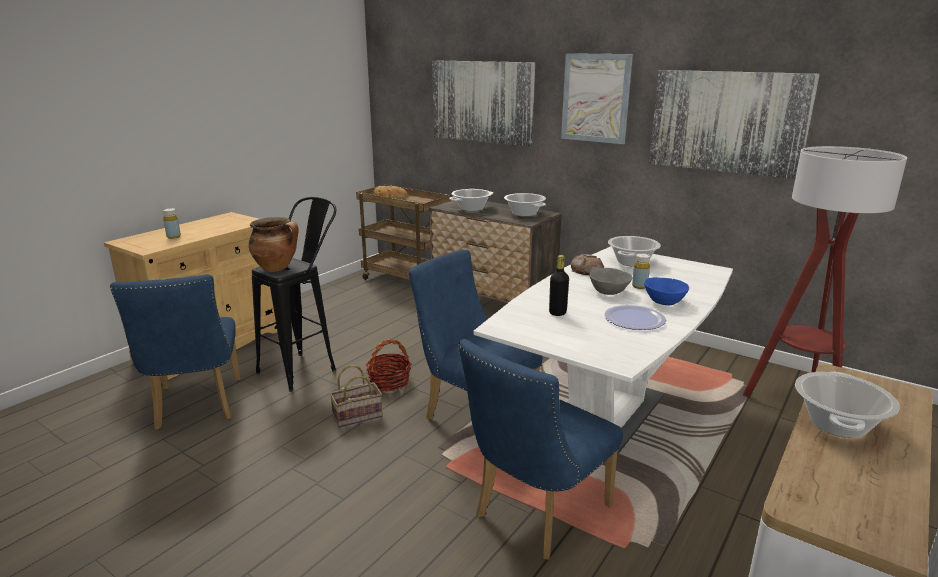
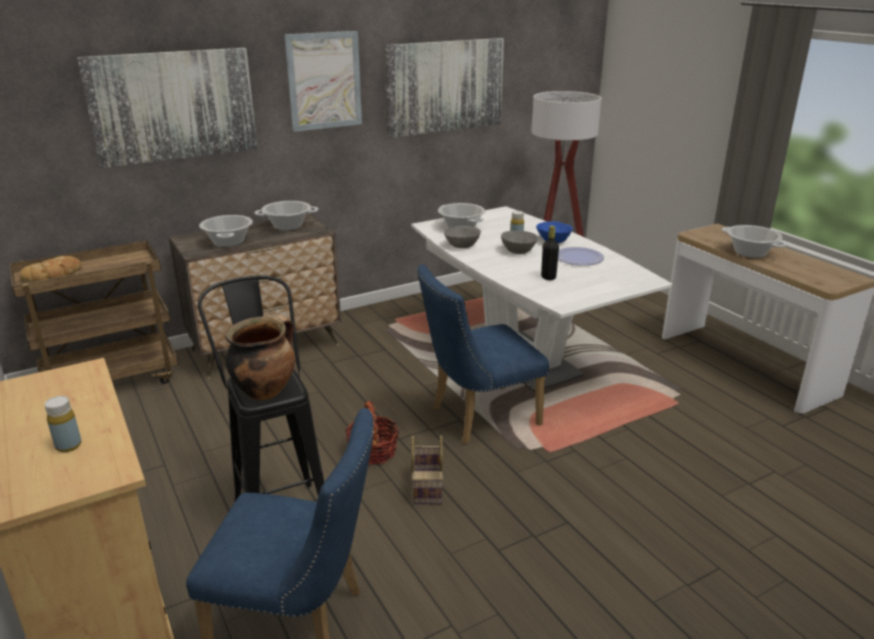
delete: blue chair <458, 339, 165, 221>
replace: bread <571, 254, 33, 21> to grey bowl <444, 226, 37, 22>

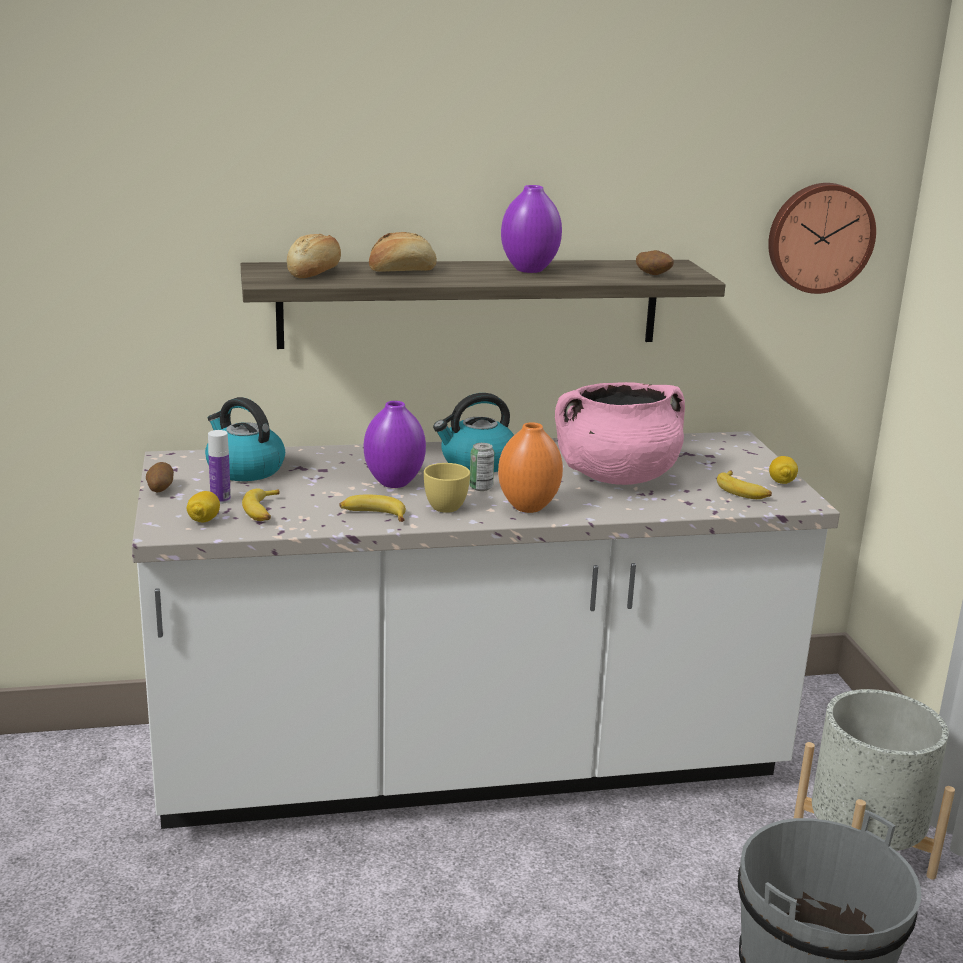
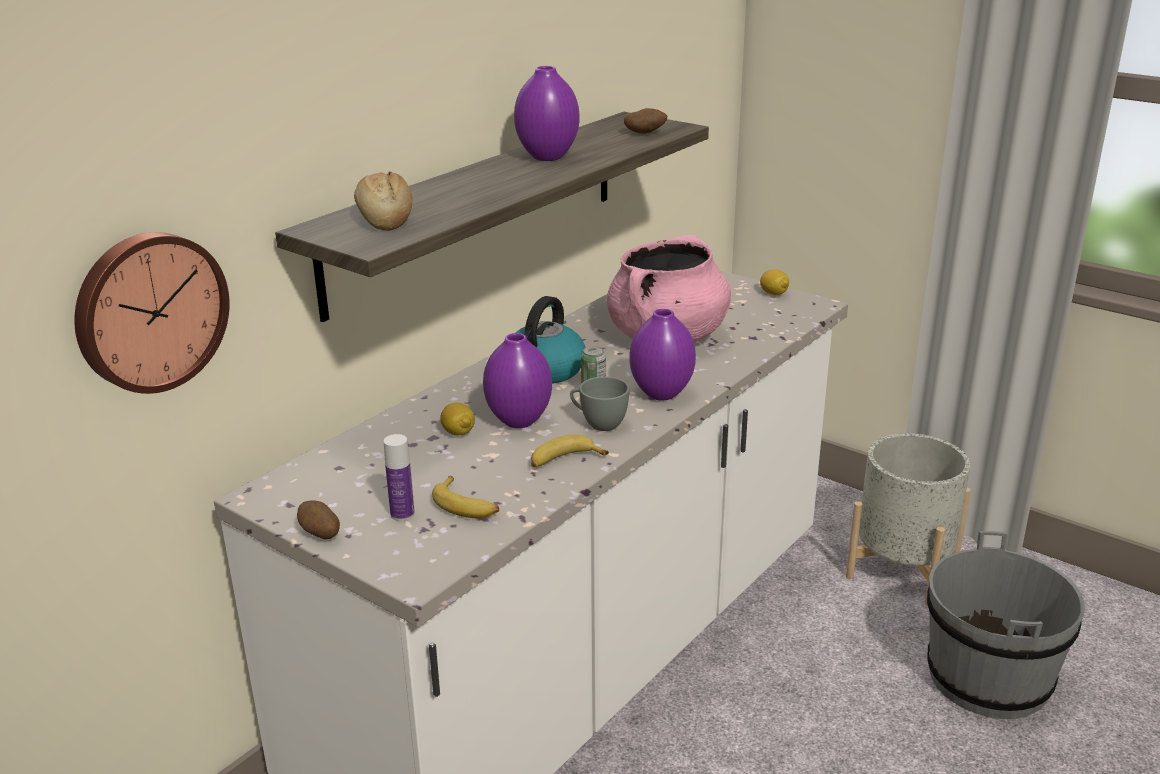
delete: kettle <205, 397, 80, 84>; bread <369, 232, 68, 40>; banana <717, 471, 55, 28>
move: wall clock <768, 183, 108, 111> to <74, 232, 156, 162>; lemon <187, 491, 33, 31> to <440, 403, 35, 32>
recolor: yellow cup <424, 463, 46, 50> to grey cup <570, 376, 59, 55>; orange vase <498, 422, 65, 91> to purple vase <629, 309, 67, 91>

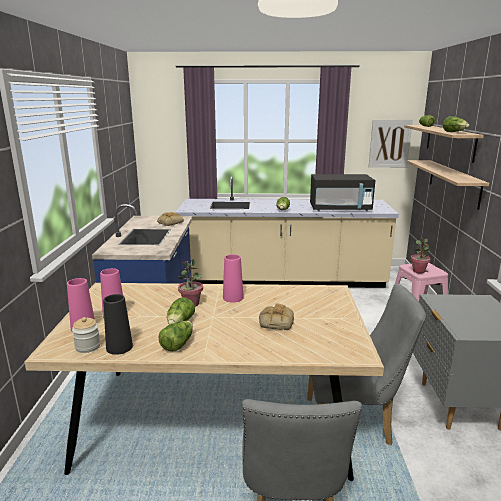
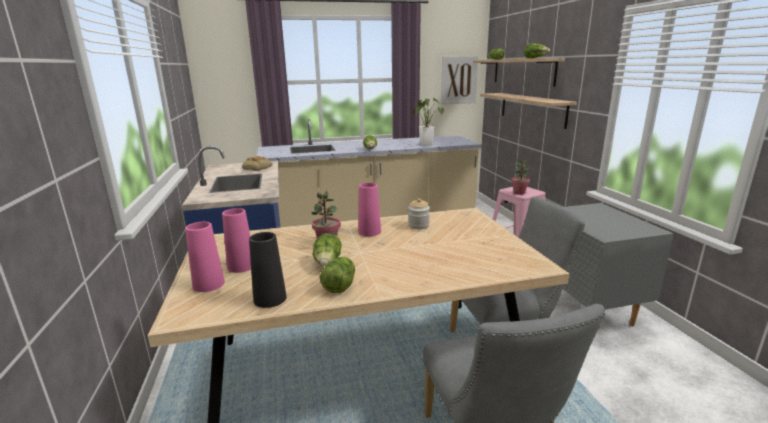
delete: bread <259, 304, 35, 26>
move: jar <72, 317, 28, 36> to <408, 198, 22, 31>
replace: black microwave <310, 174, 65, 37> to potted plant <412, 98, 32, 48>

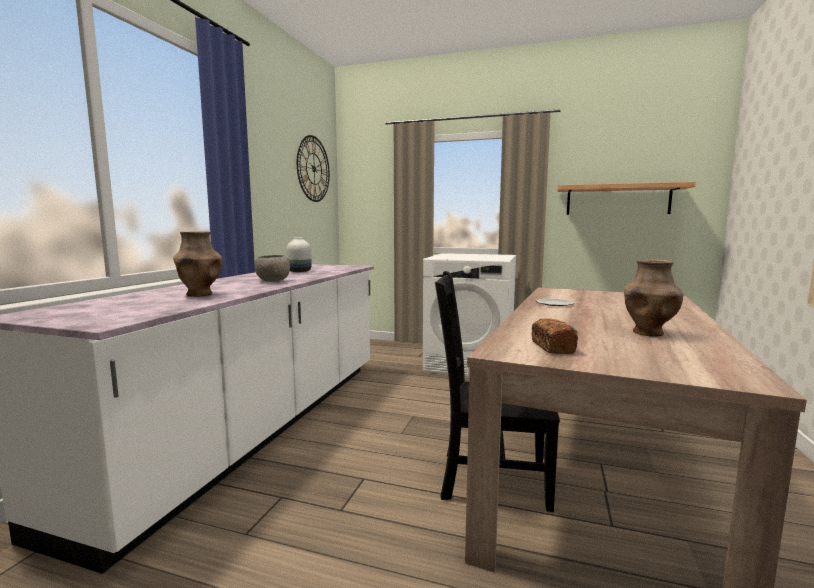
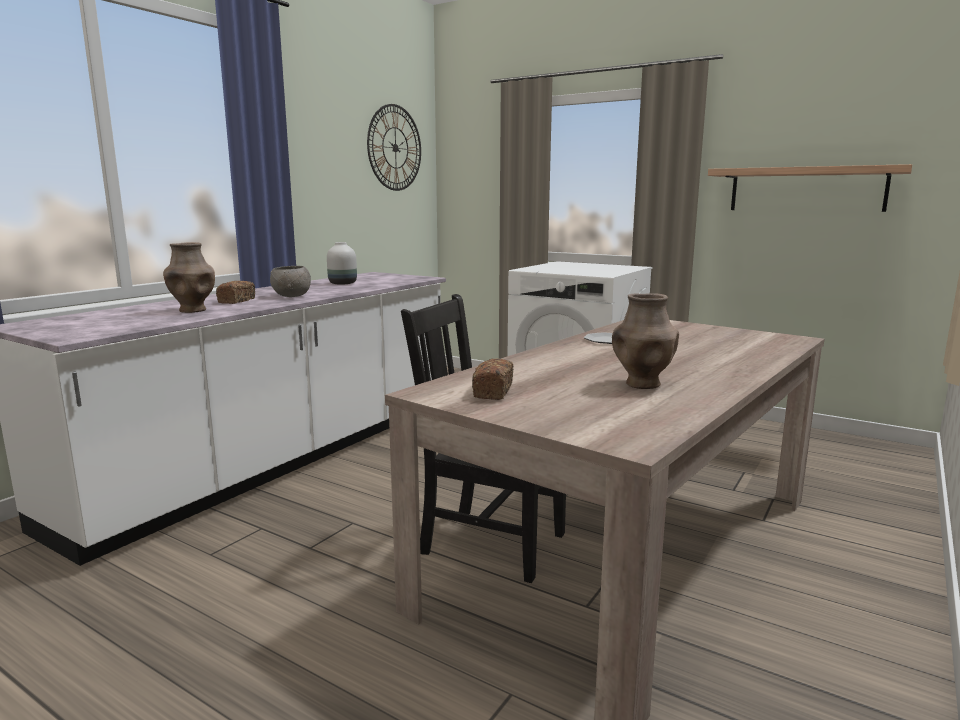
insert: bread <216, 281, 39, 23>

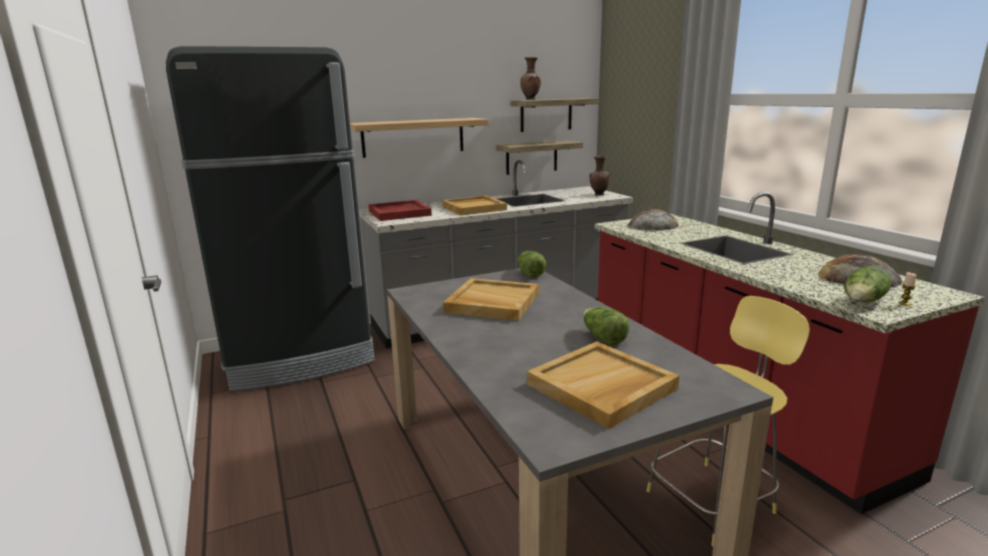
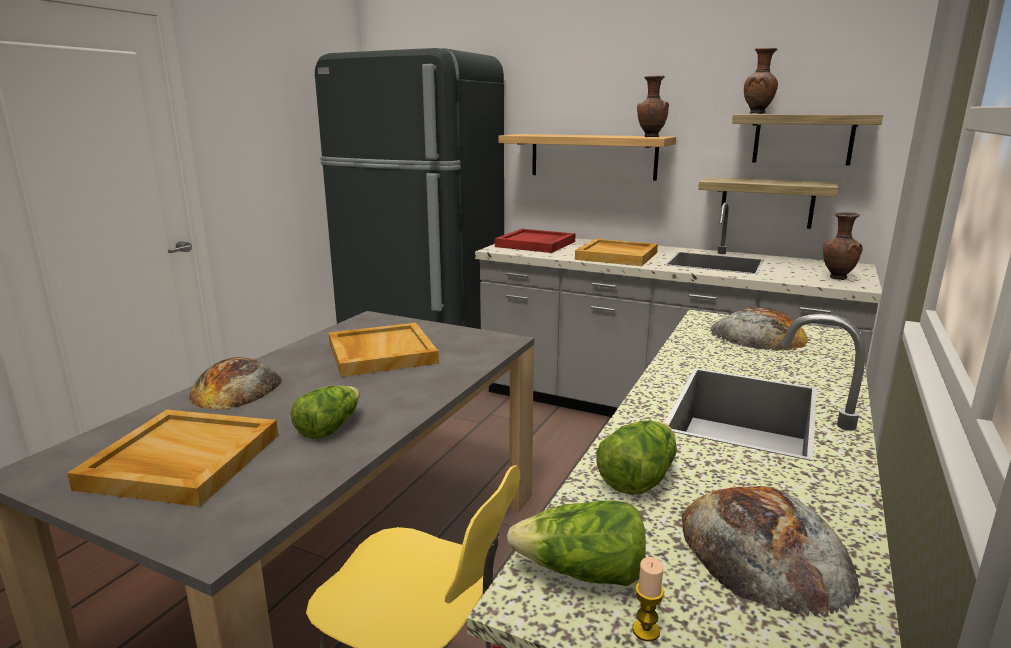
insert: bread <189, 357, 93, 53>; brown vase <637, 76, 32, 61>
move: lettuce <518, 251, 28, 27> to <597, 420, 80, 75>

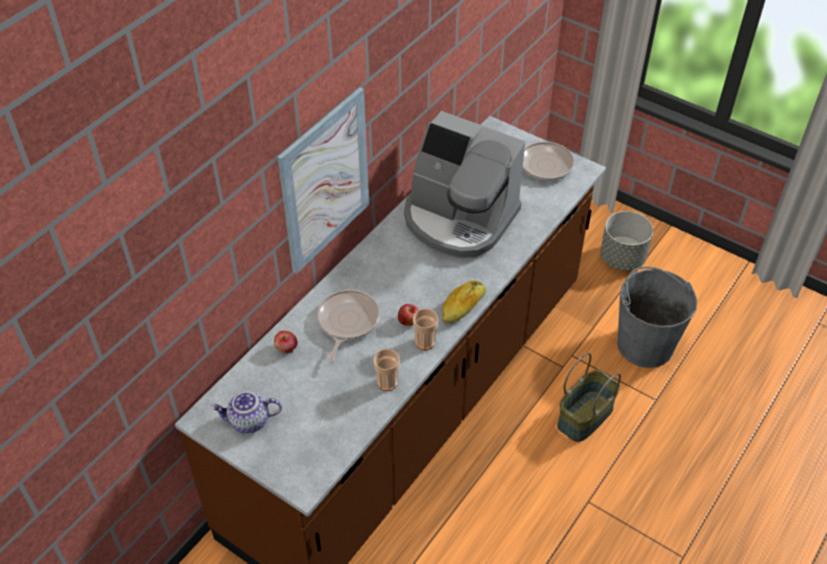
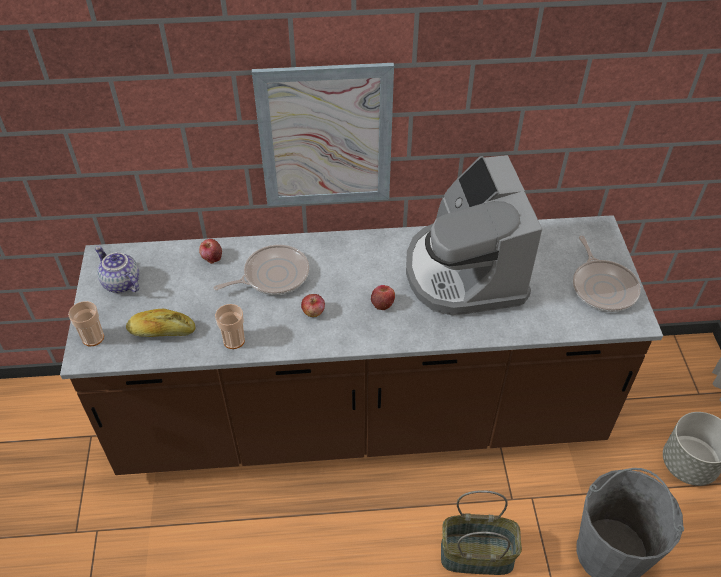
insert: apple <371, 285, 24, 25>
move: cup <413, 309, 25, 41> to <68, 301, 36, 45>; bread <442, 281, 44, 42> to <126, 309, 69, 28>

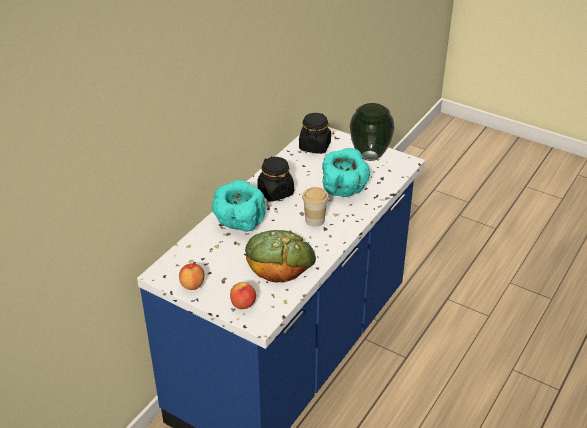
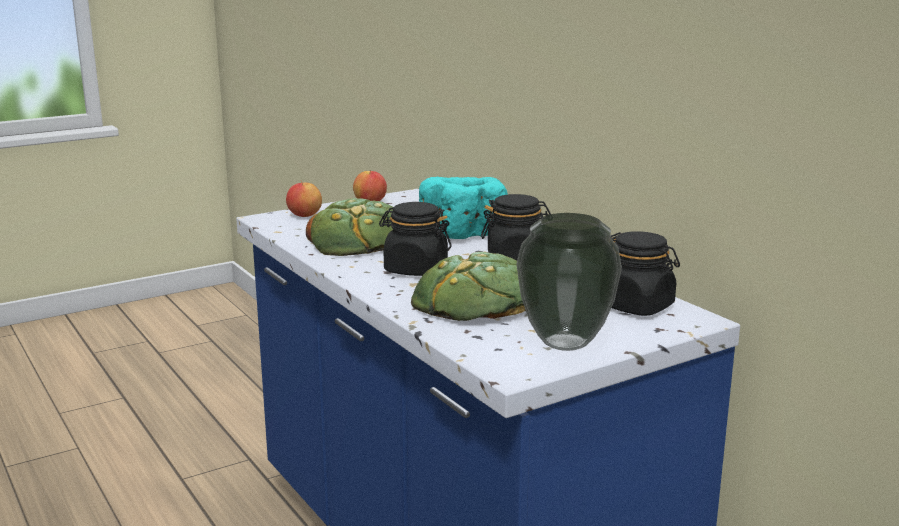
replace: cup <302, 187, 27, 40> to black jar <379, 202, 73, 74>; turquoise bowl <322, 148, 48, 49> to bread <411, 252, 115, 69>

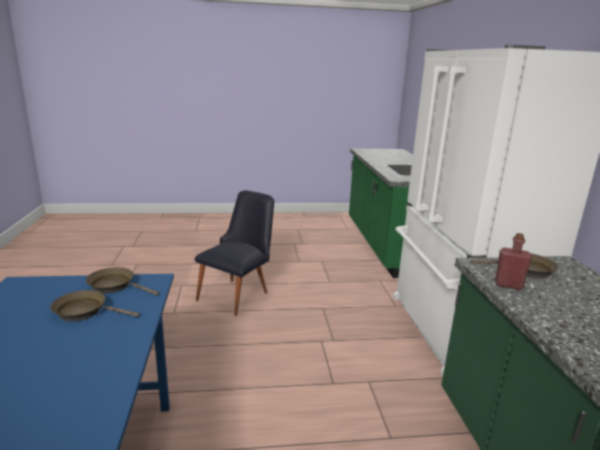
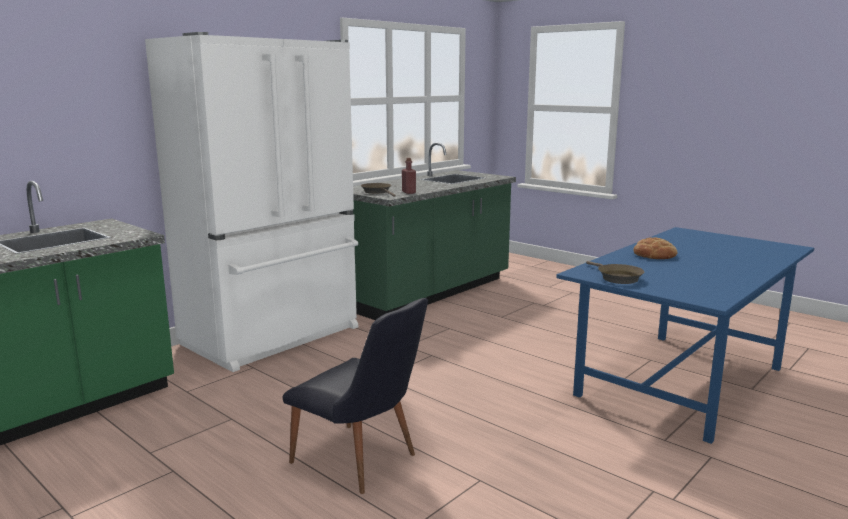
delete: brown frying pan <50, 290, 90, 32>
insert: bread <633, 237, 44, 22>
rotate: black chair <195, 190, 79, 126> = <282, 298, 146, 196> 135 degrees counterclockwise

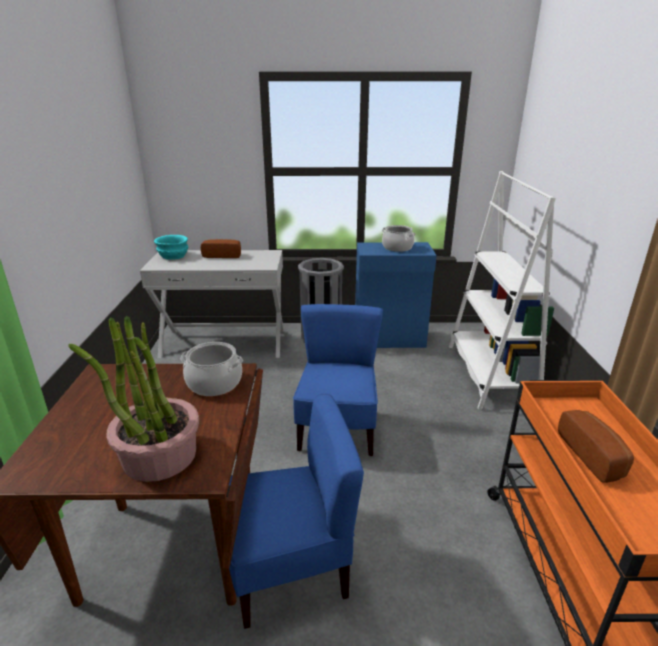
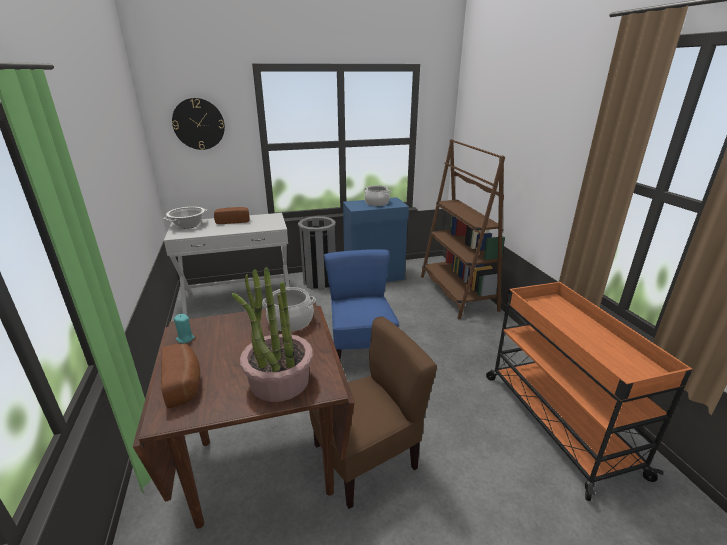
insert: wall clock <172, 98, 53, 52>; turquoise candle <174, 314, 21, 29>
move: bread <558, 410, 76, 73> to <161, 344, 39, 64>
replace: turquoise bowl <154, 235, 34, 25> to cooking pot <163, 207, 45, 22>
recolor: blue chair <229, 394, 135, 235> to brown chair <309, 317, 128, 192>; white bookcase <449, 171, 107, 239> to brown bookcase <421, 139, 84, 180>

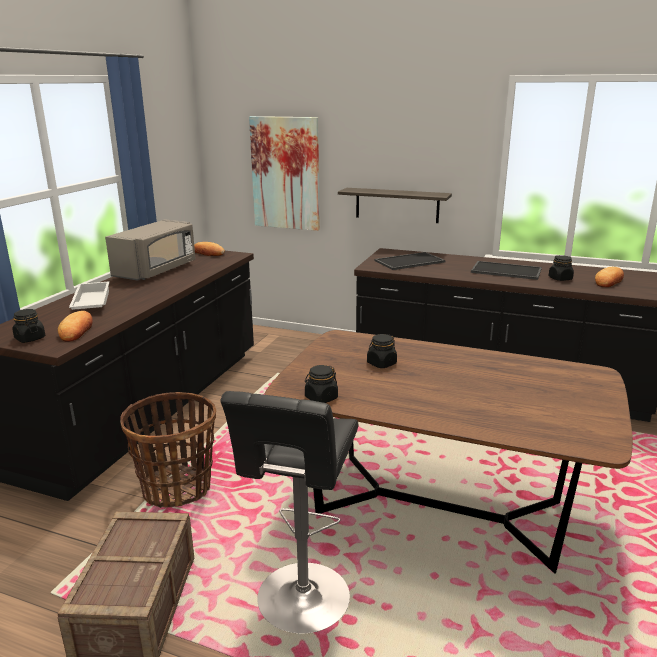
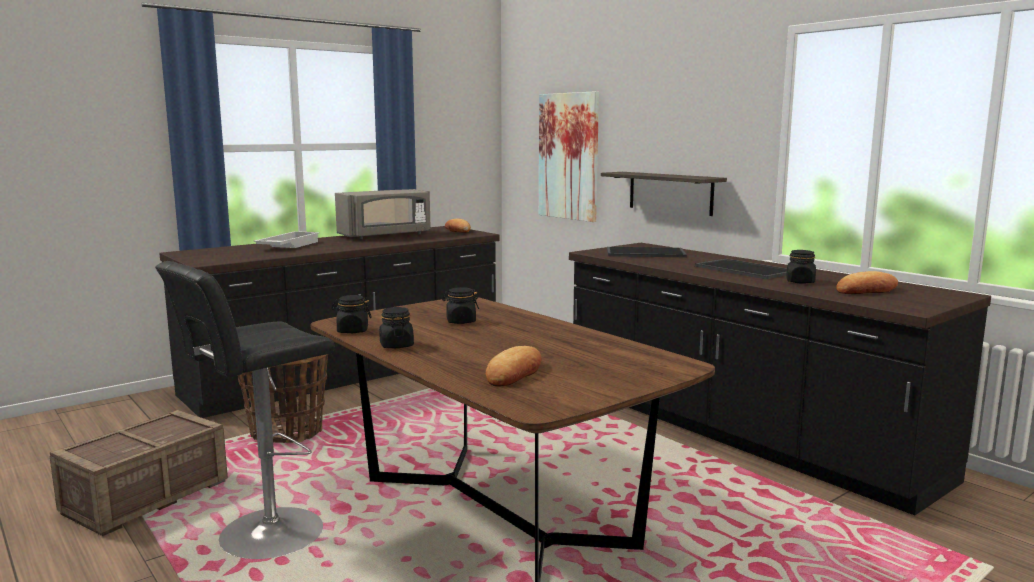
move: black jar <12, 309, 33, 34> to <379, 307, 35, 41>; bread <58, 311, 35, 31> to <486, 346, 56, 41>

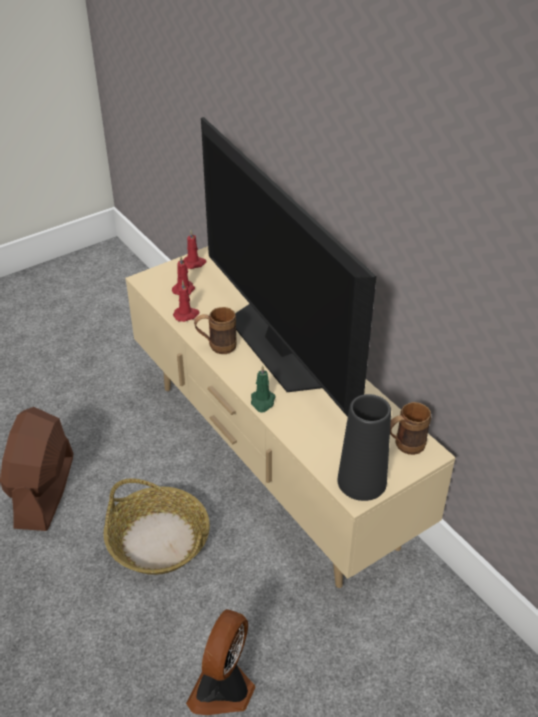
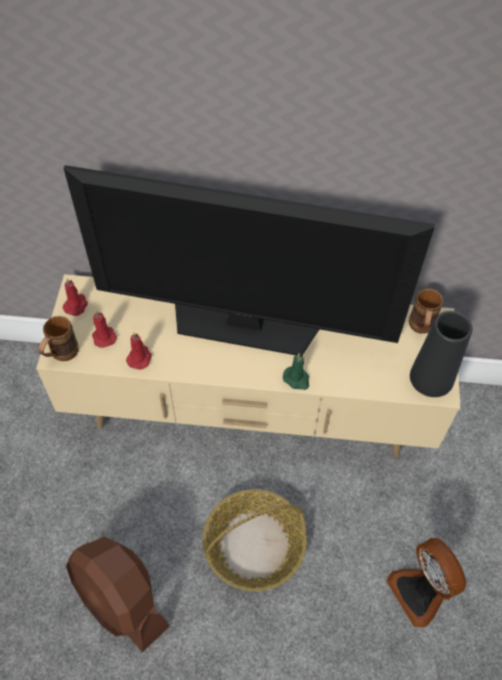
move: brown mug <194, 307, 43, 47> to <39, 316, 40, 45>

